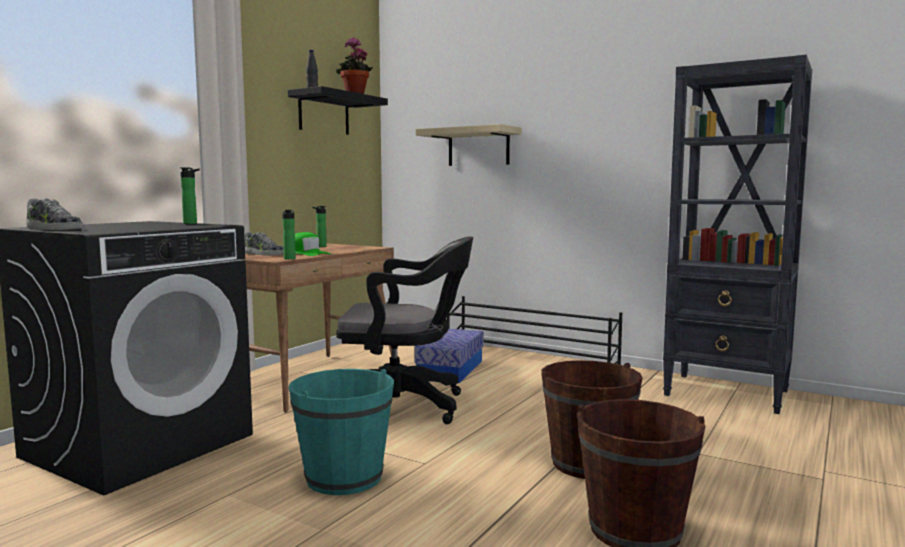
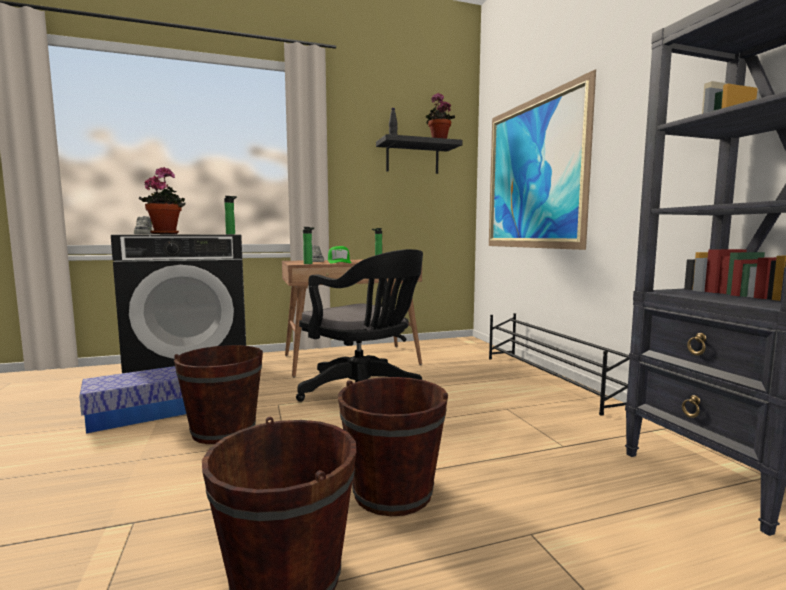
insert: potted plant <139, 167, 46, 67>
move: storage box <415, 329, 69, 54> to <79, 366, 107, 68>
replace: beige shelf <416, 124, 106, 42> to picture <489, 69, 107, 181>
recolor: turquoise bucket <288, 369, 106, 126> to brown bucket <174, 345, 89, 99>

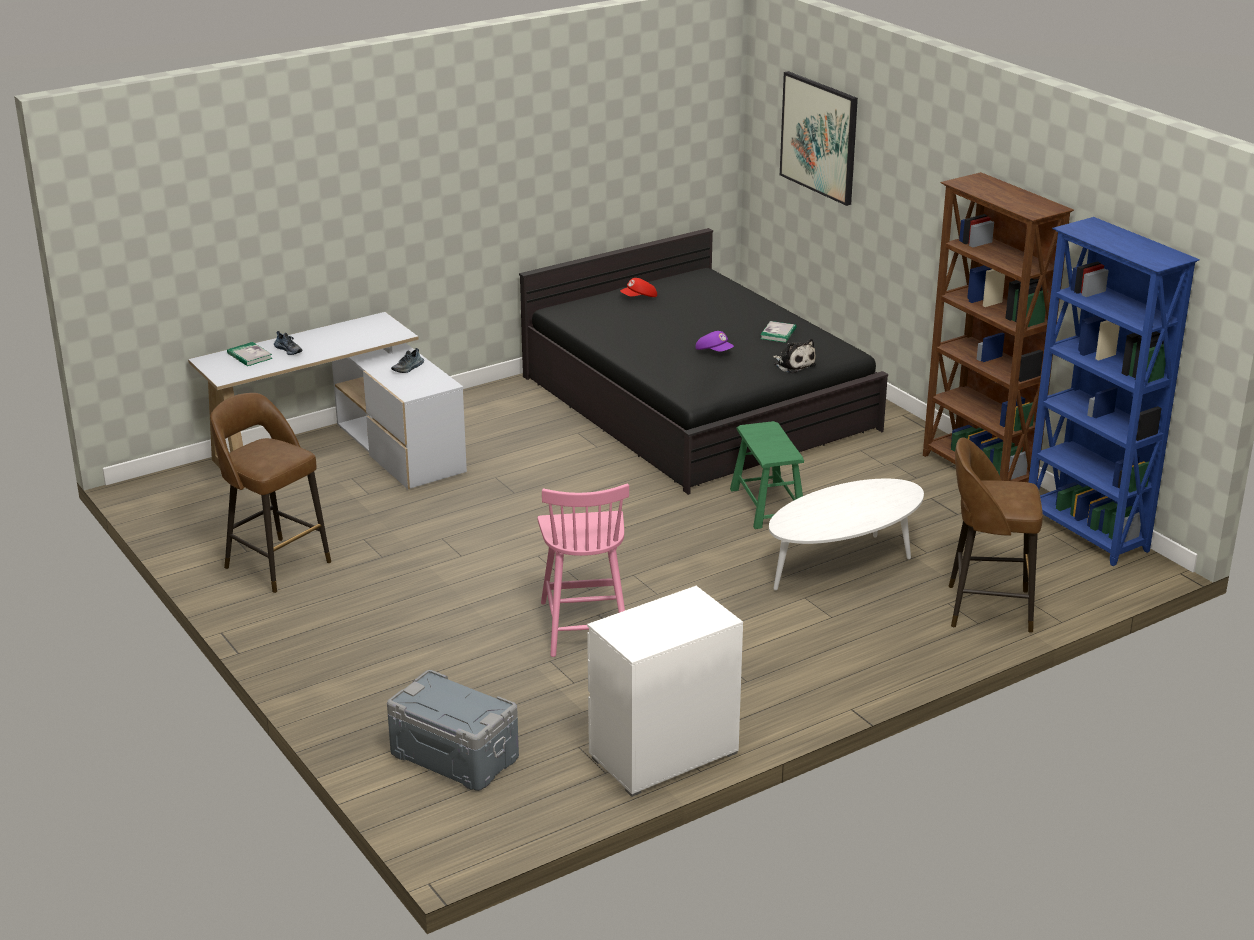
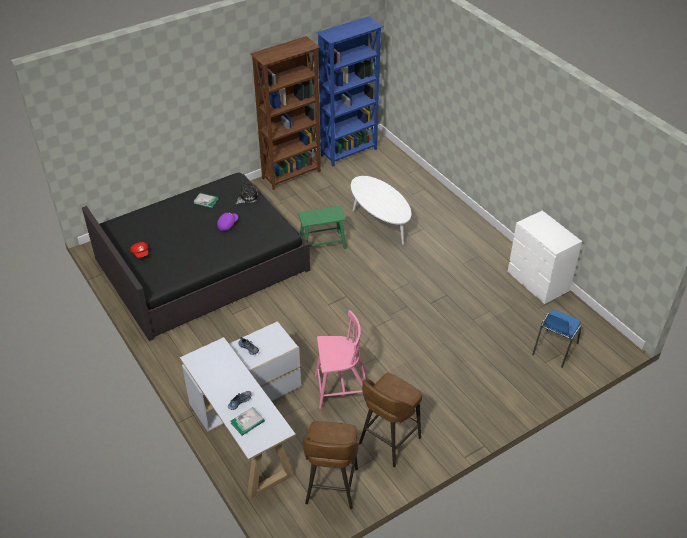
delete: picture <780, 71, 78, 135>
move: brown stool <949, 437, 94, 196> to <303, 421, 56, 88>; pink chair <537, 484, 92, 173> to <315, 310, 53, 99>
replace: grey storage box <387, 670, 132, 121> to blue chair <532, 310, 50, 58>

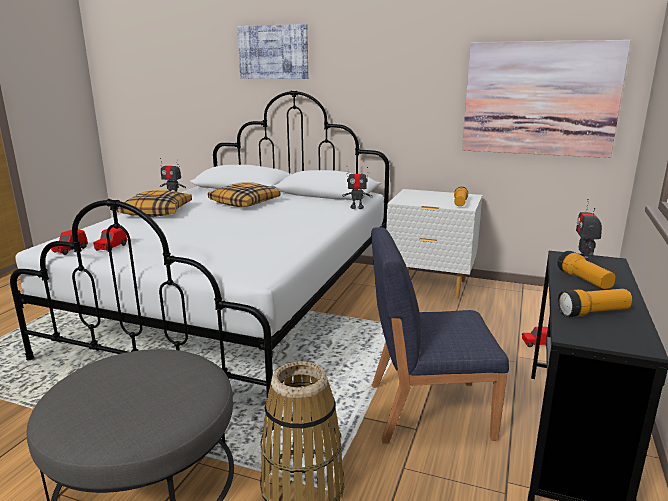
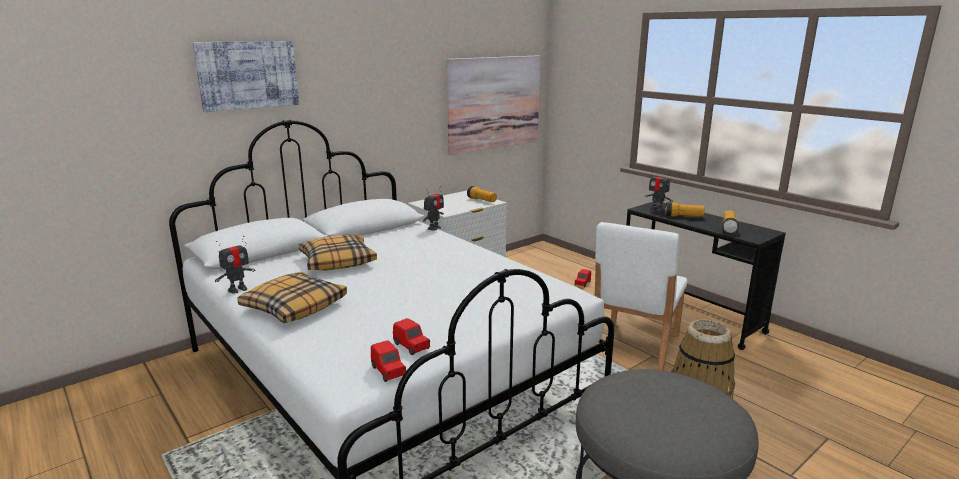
recolor: blue chair <371, 227, 138, 217> to white chair <595, 222, 92, 149>

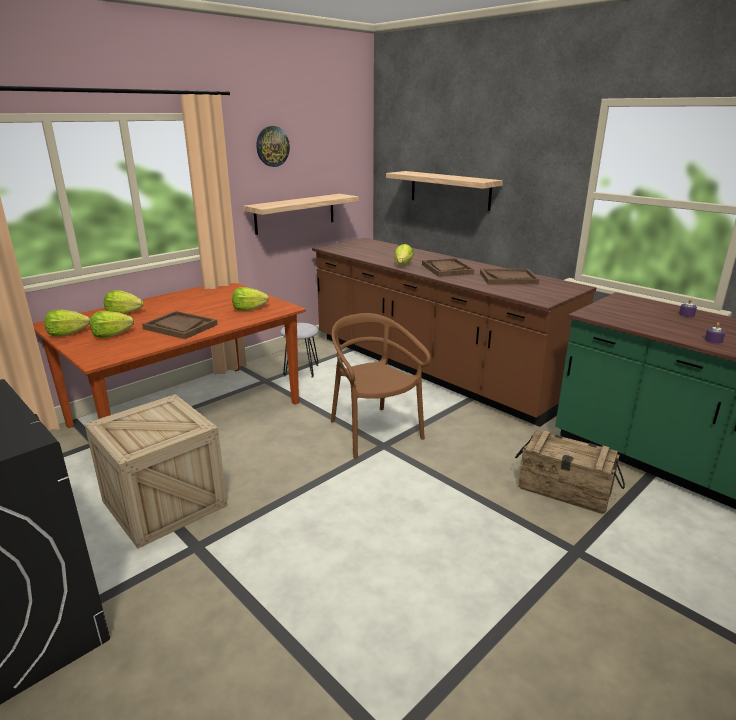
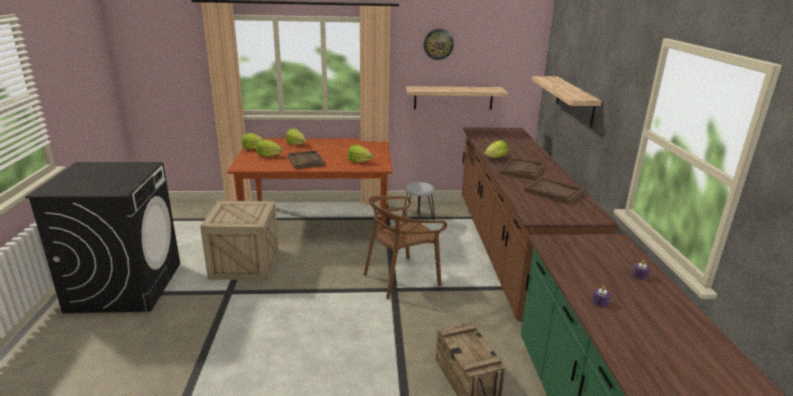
rotate: brown chair <331, 313, 100, 146> = <364, 196, 83, 103> 135 degrees counterclockwise

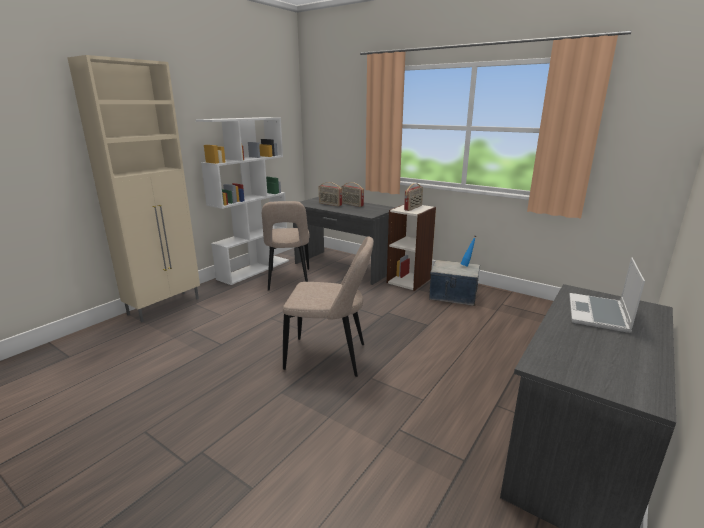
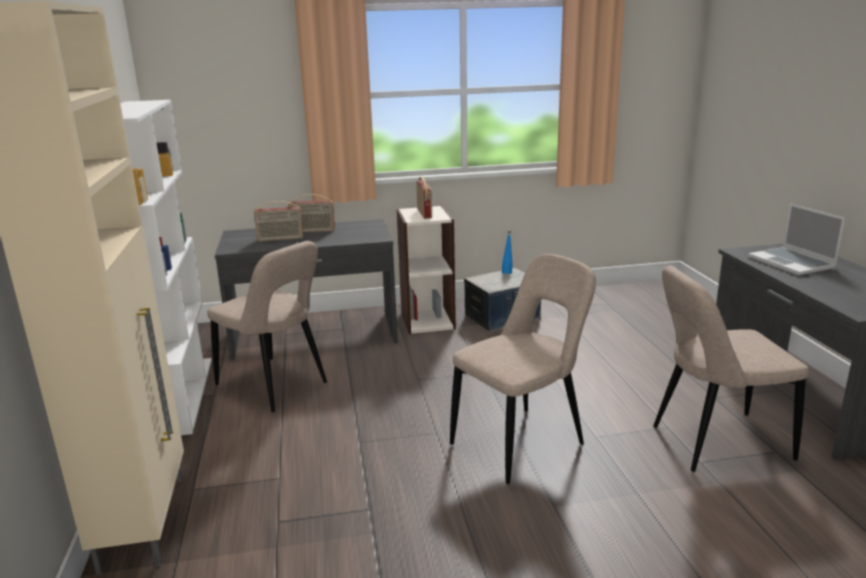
insert: beige chair <653, 266, 156, 206>

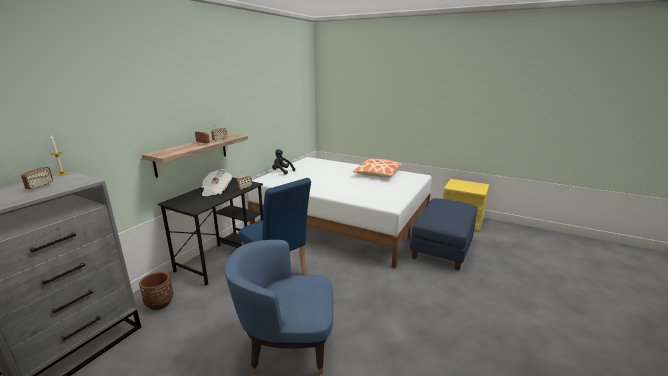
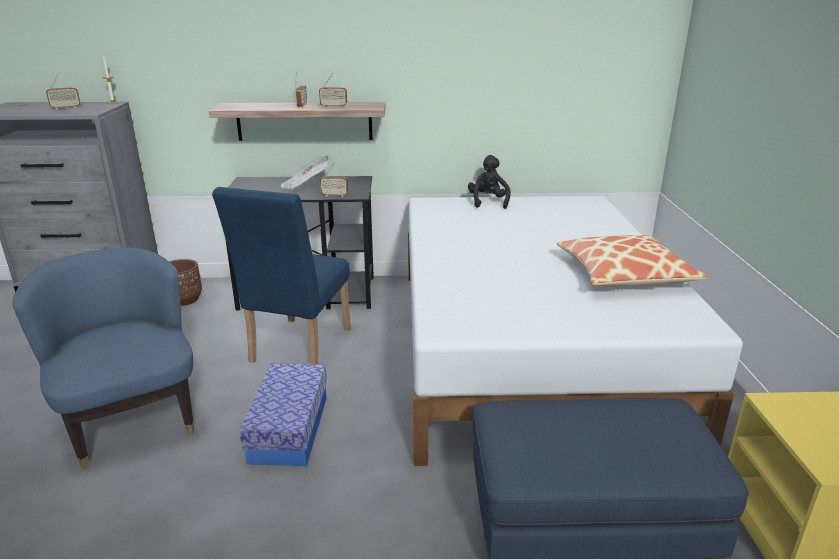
insert: storage box <239, 363, 88, 103>

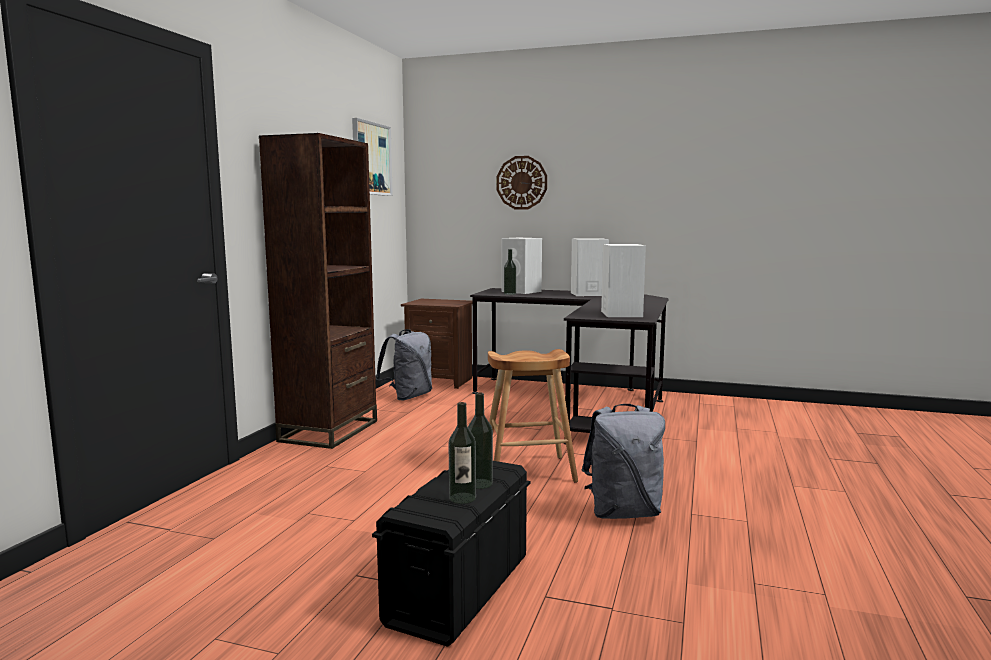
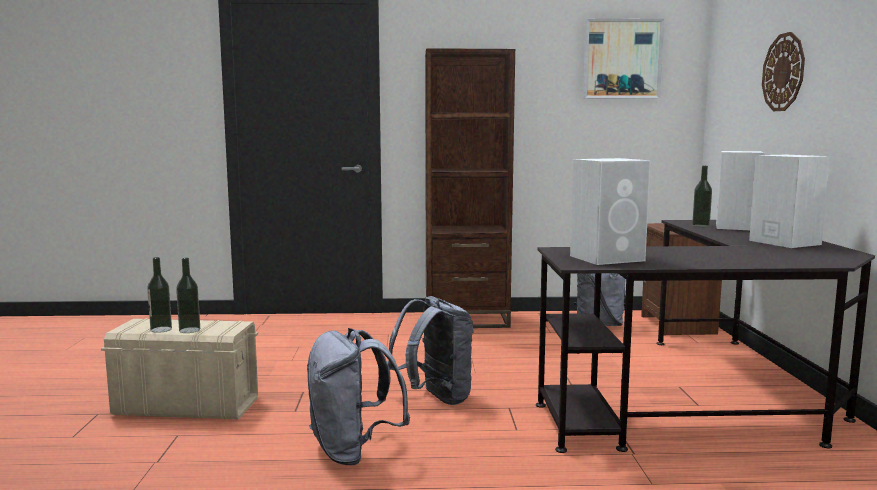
replace: brown stool <488, 349, 90, 134> to grey backpack <387, 296, 87, 109>
recolor: black storage box <372, 461, 158, 186> to beige storage box <101, 318, 157, 101>

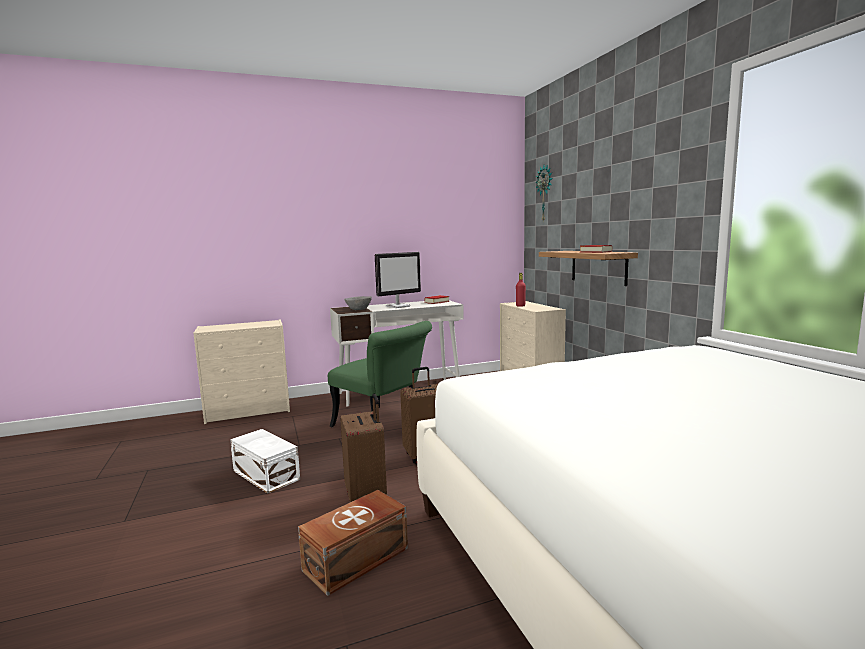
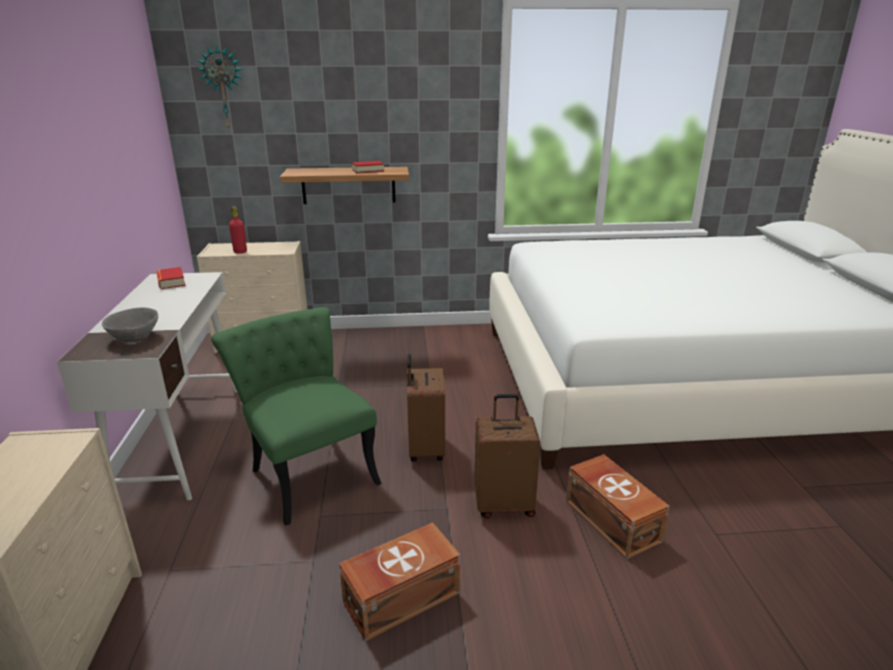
delete: monitor <375, 252, 46, 56>
recolor: white storage box <230, 429, 70, 65> to brown storage box <339, 523, 121, 119>
rotate: green chair <328, 321, 104, 106> = <211, 307, 171, 219> 90 degrees counterclockwise

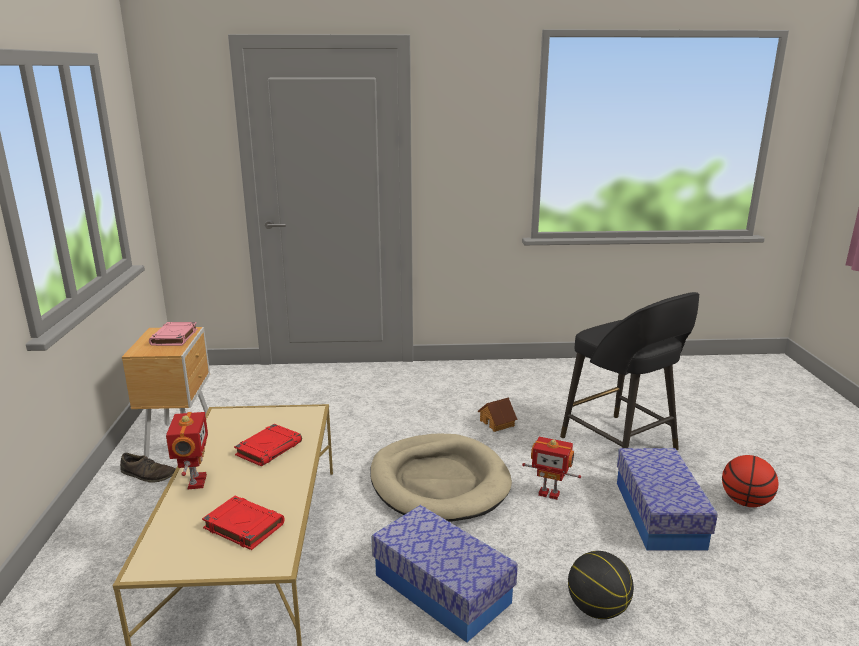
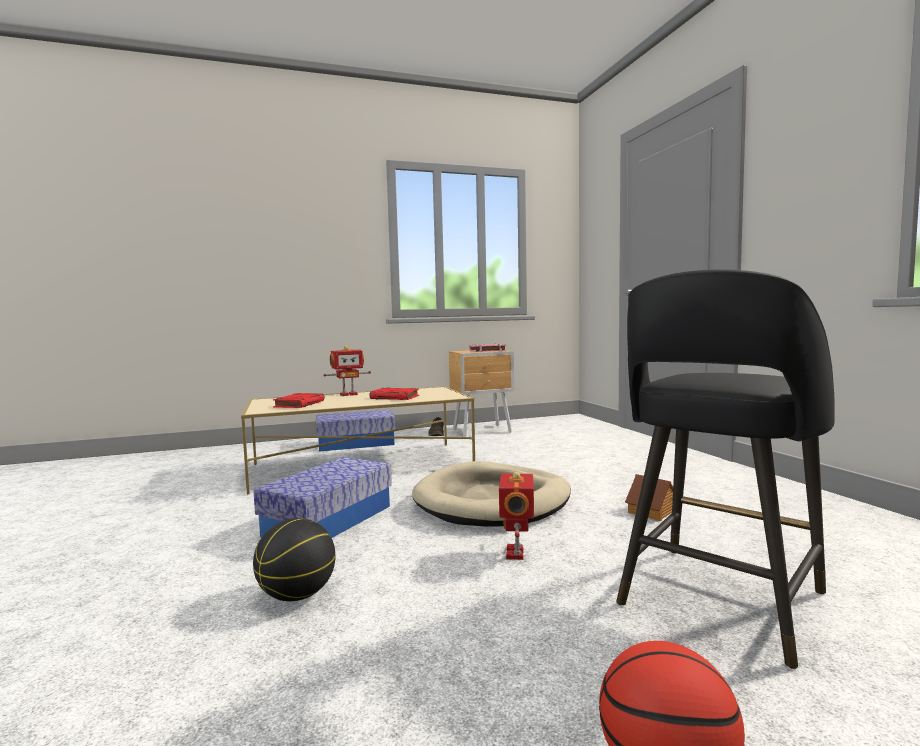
move: storage box <617, 448, 101, 102> to <316, 410, 80, 41>

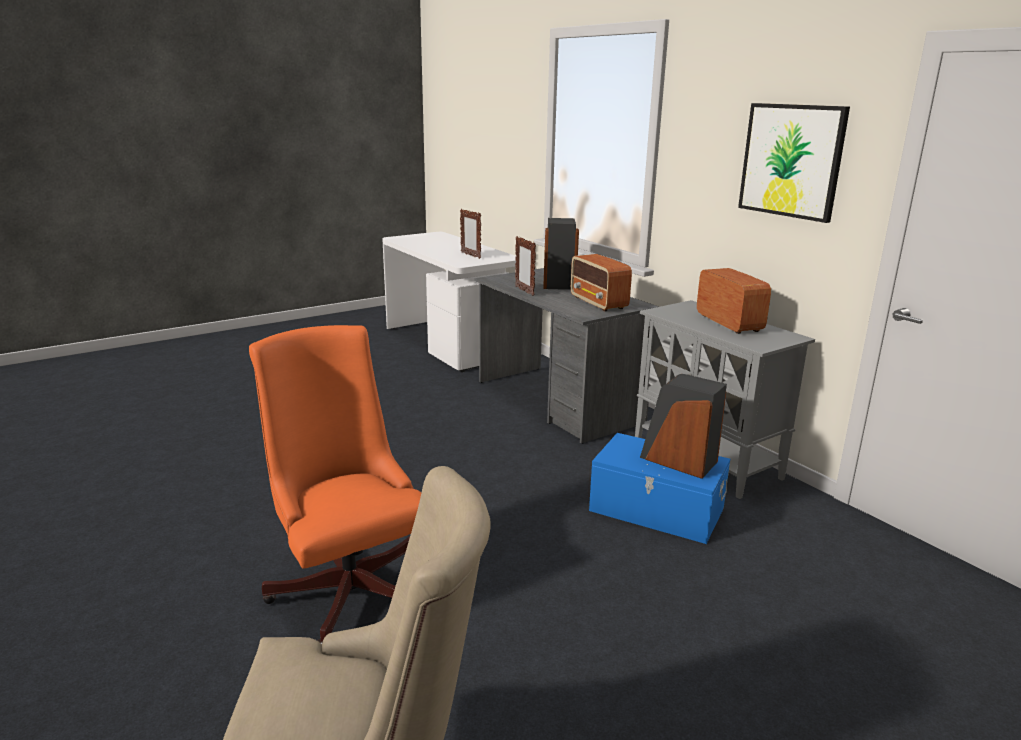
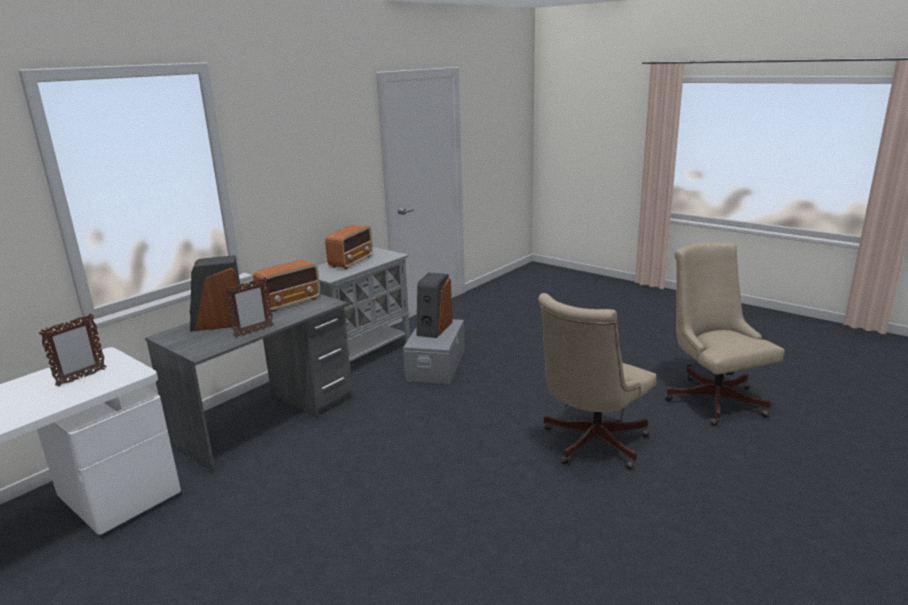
delete: picture <738, 103, 112, 120>
recolor: blue storage box <589, 433, 141, 111> to grey storage box <403, 319, 62, 65>; orange office chair <249, 325, 172, 319> to beige office chair <538, 293, 119, 177>
rotate: radio <697, 268, 74, 66> = <325, 225, 48, 44> 150 degrees clockwise

